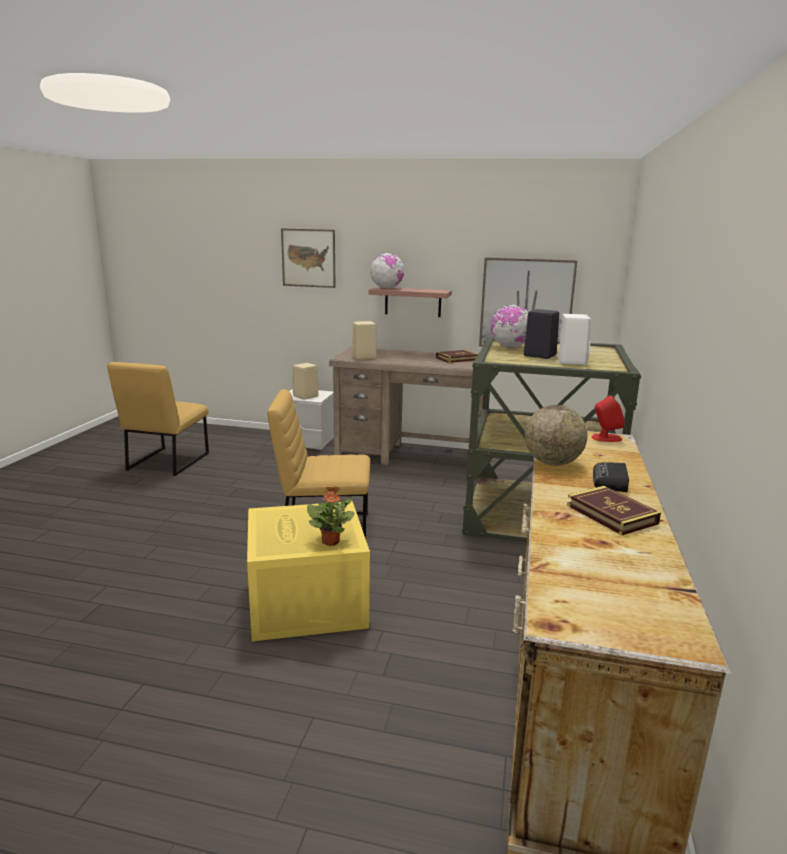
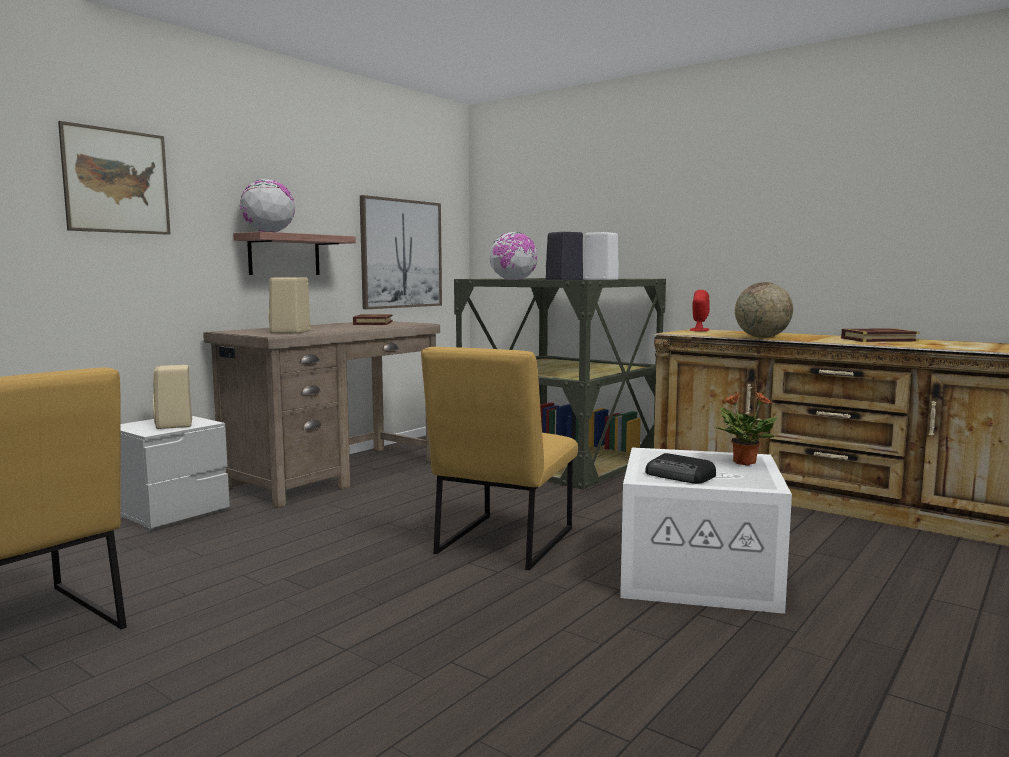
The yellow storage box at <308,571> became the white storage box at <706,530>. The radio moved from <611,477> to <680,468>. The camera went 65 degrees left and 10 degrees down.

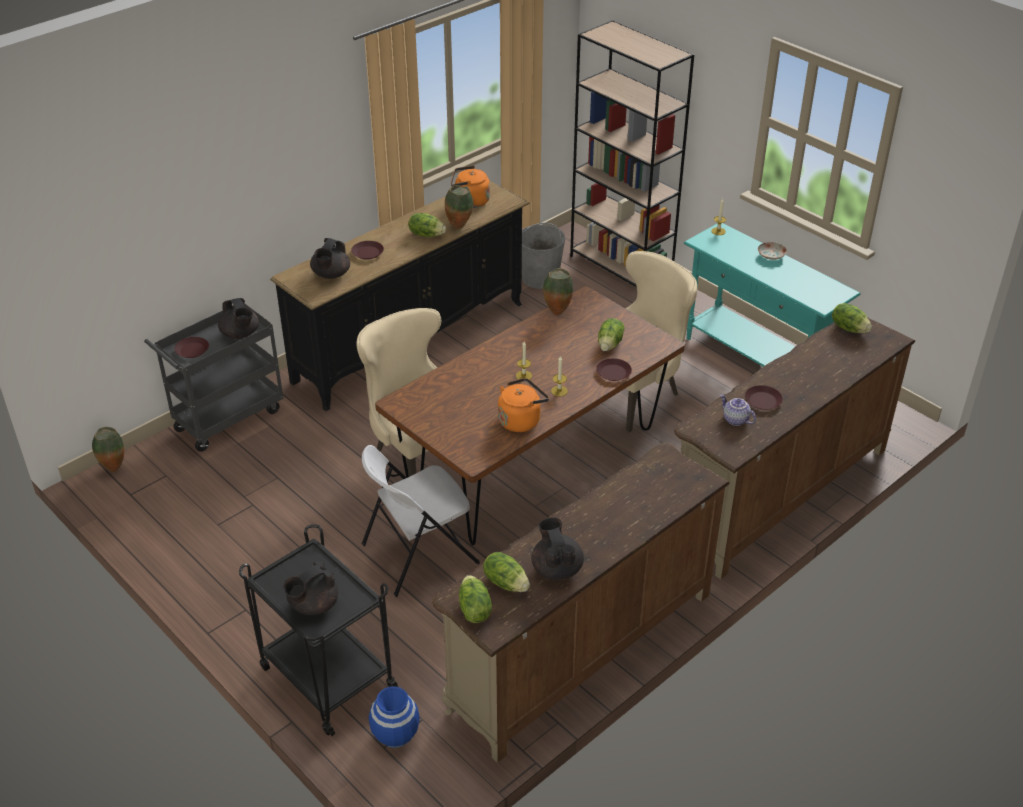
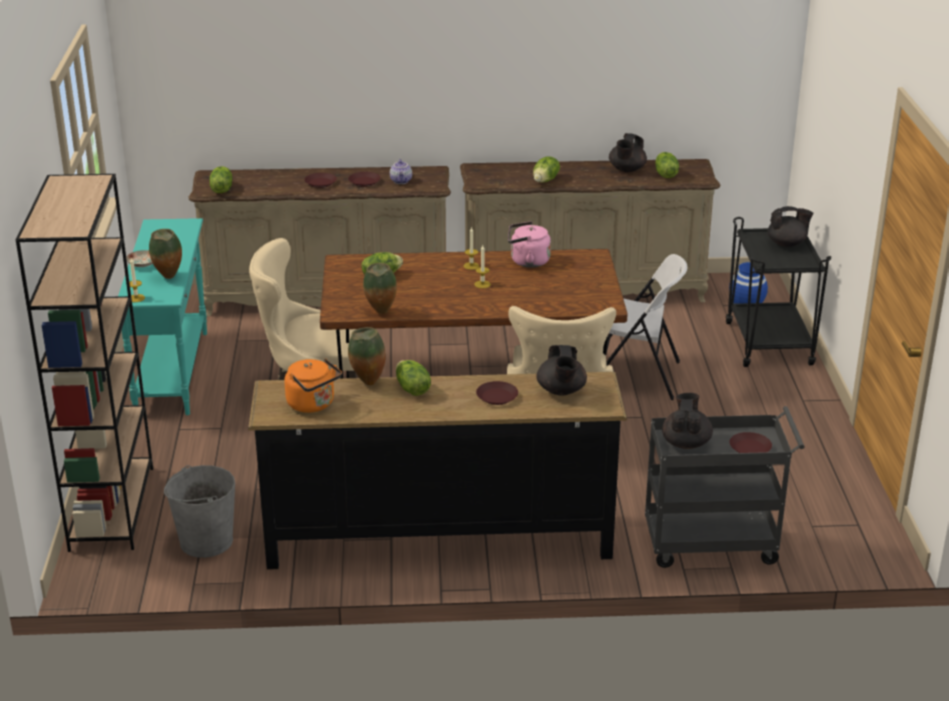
The vase moved from <108,449> to <165,254>. The brown plate moved from <614,369> to <320,180>. The orange kettle at <523,405> became the pink kettle at <529,244>. The lettuce moved from <475,599> to <546,169>. The black teapot at <330,258> turned 120 degrees clockwise. The camera went 140 degrees left and 10 degrees down.

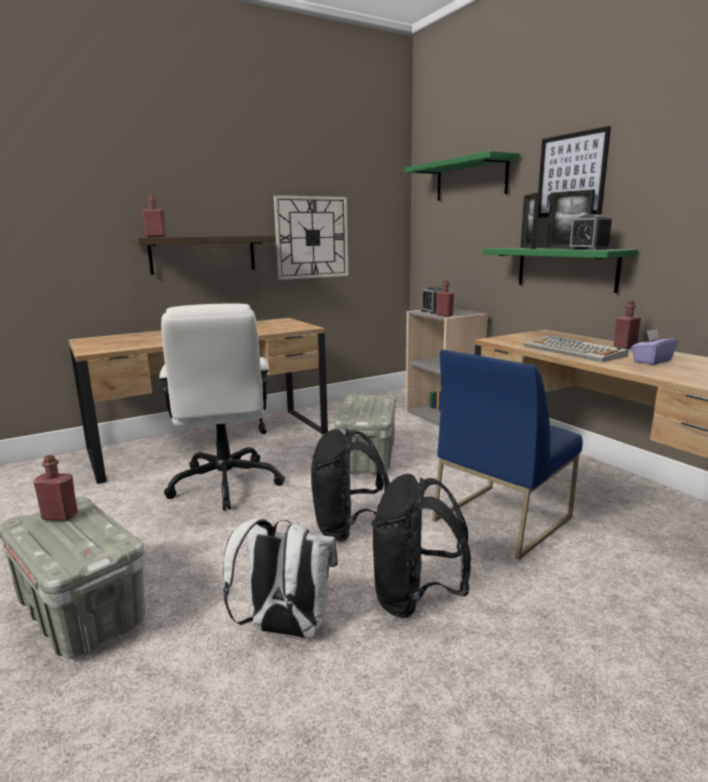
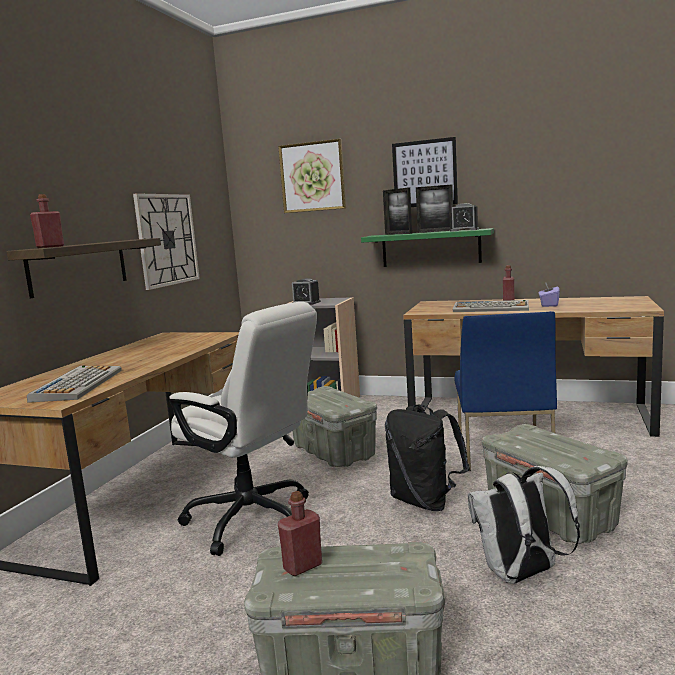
The keyboard at <74,384> appeared. The green shelf at <462,176> was replaced by the picture at <312,176>. The black backpack at <421,546> was replaced by the grey storage box at <555,484>. The red bottle at <445,298> disappeared. The camera went 40 degrees left and 5 degrees down.

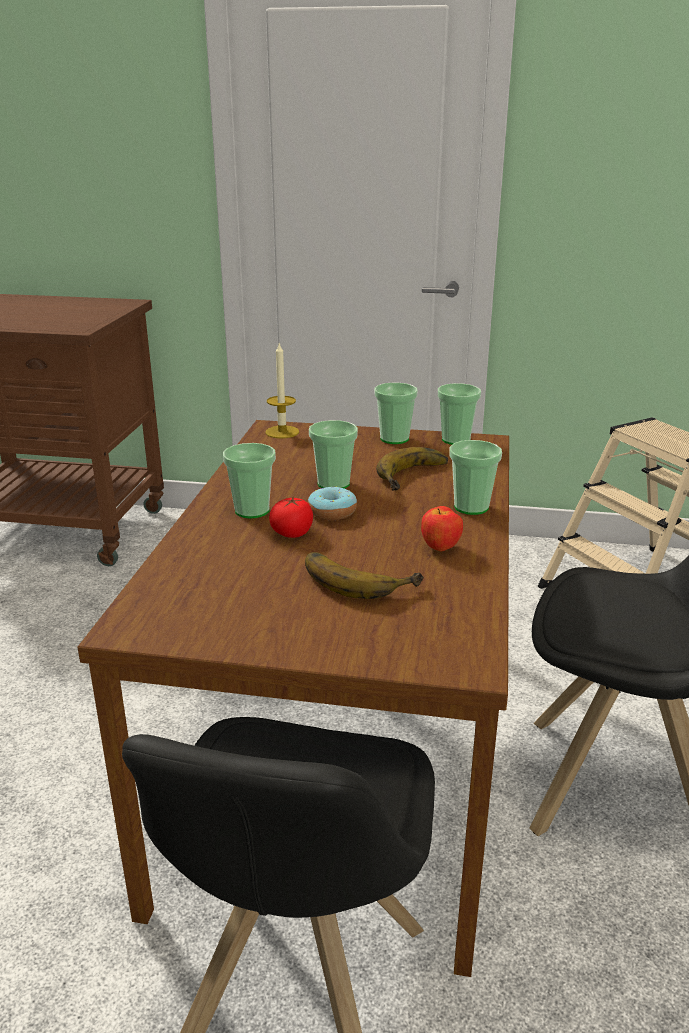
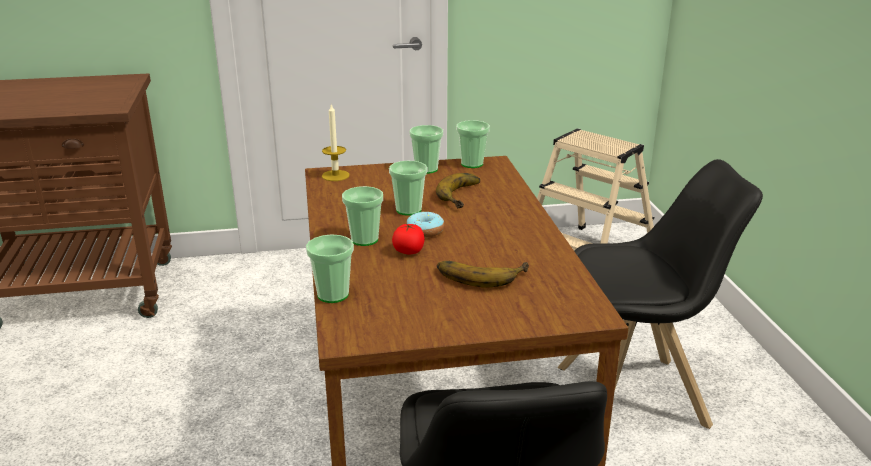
The cup moved from <475,477> to <330,268>. The apple at <442,528> disappeared. The camera went 20 degrees left and 0 degrees up.

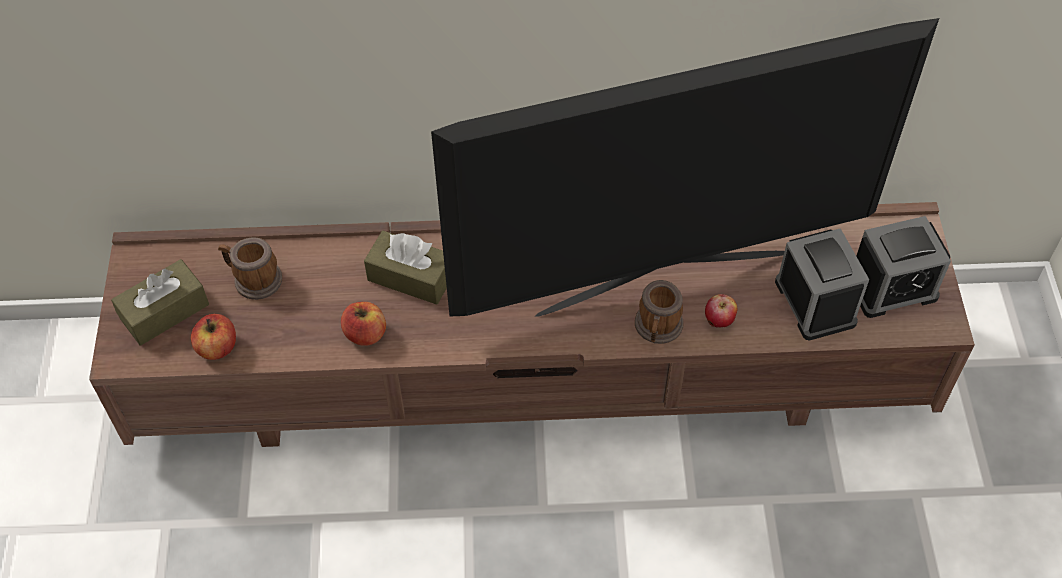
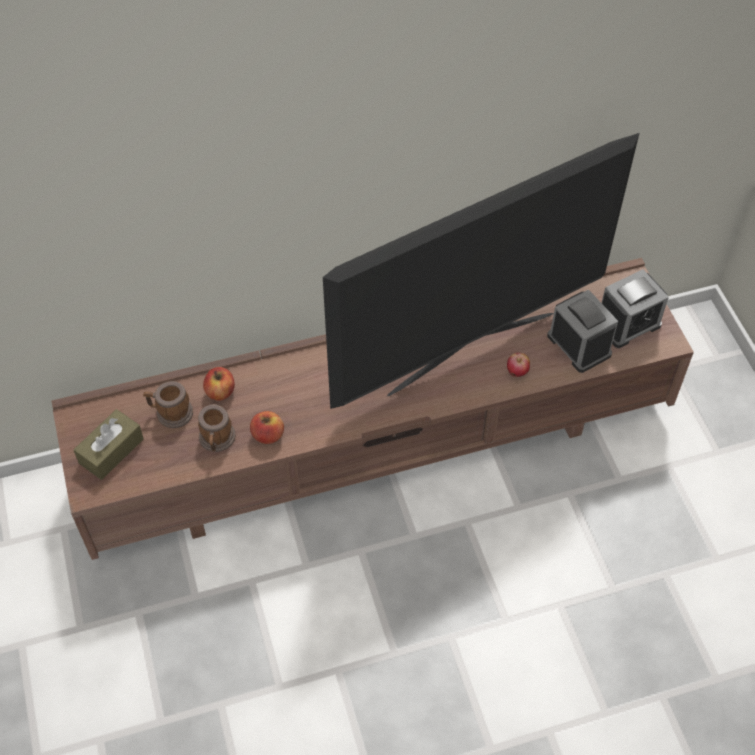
The mug moved from <659,312> to <217,428>. The apple moved from <213,337> to <219,384>. The brown tissue box at <405,268> disappeared. The camera went 15 degrees left and 0 degrees up.

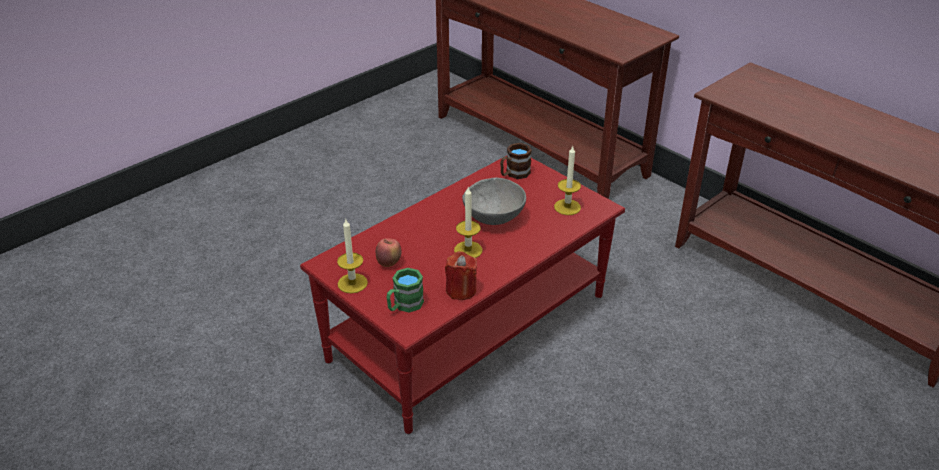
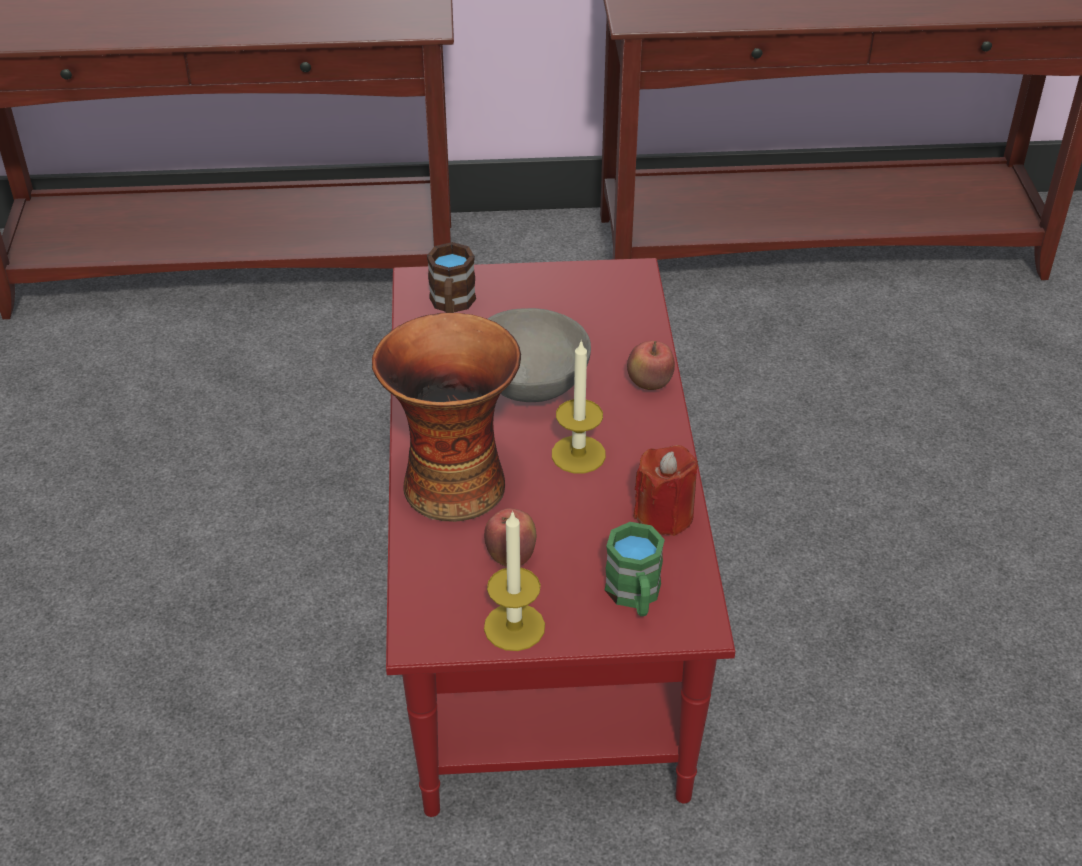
The vase at <446,417> appeared. The apple at <651,365> appeared. The candle at <567,180> disappeared. The camera went 50 degrees left and 5 degrees up.

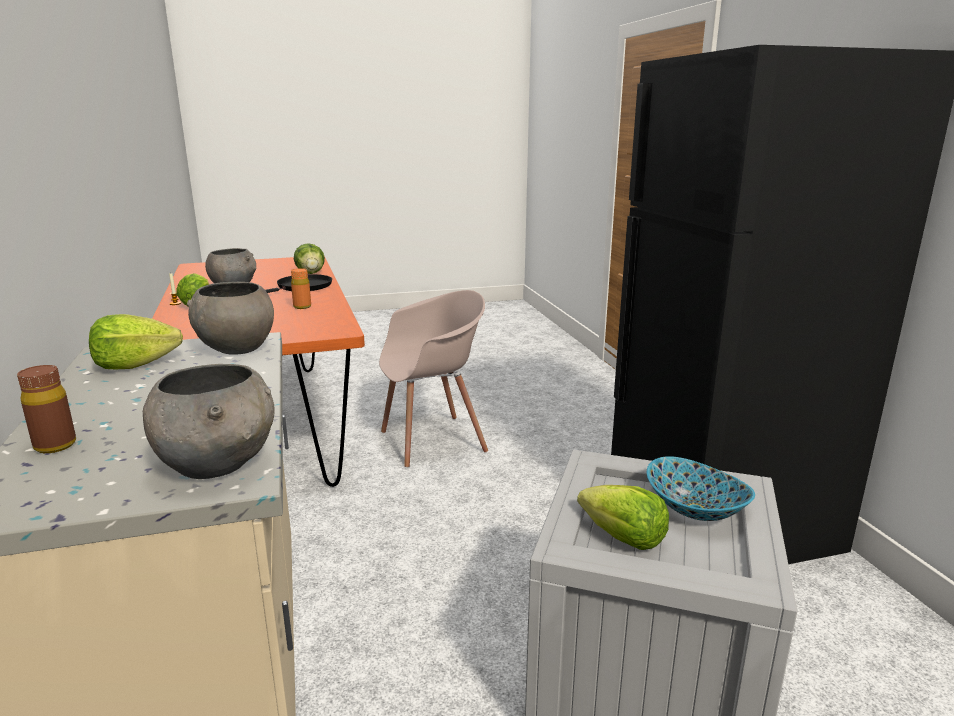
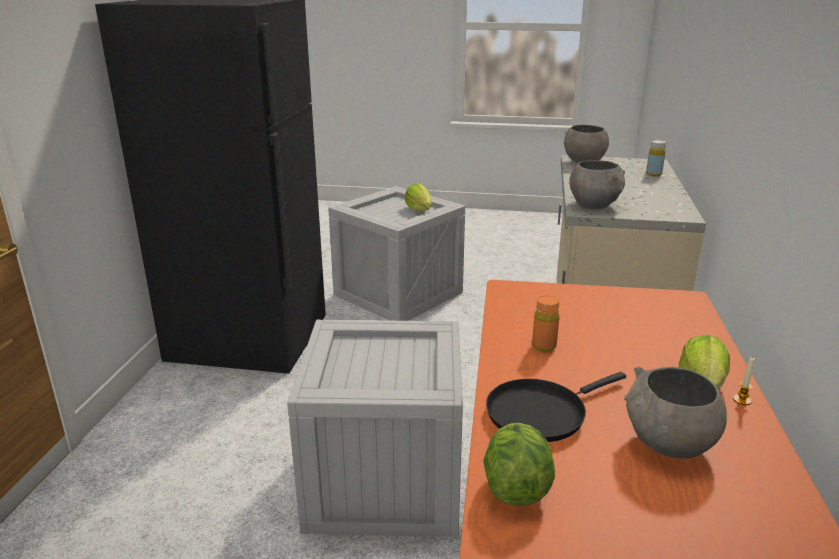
The beige chair at <433,378> was replaced by the crate at <375,428>. The brown bottle at <46,409> became the yellow bottle at <656,158>. The lettuce at <136,341> disappeared. The bowl at <701,488> disappeared. The camera went 155 degrees left and 5 degrees up.

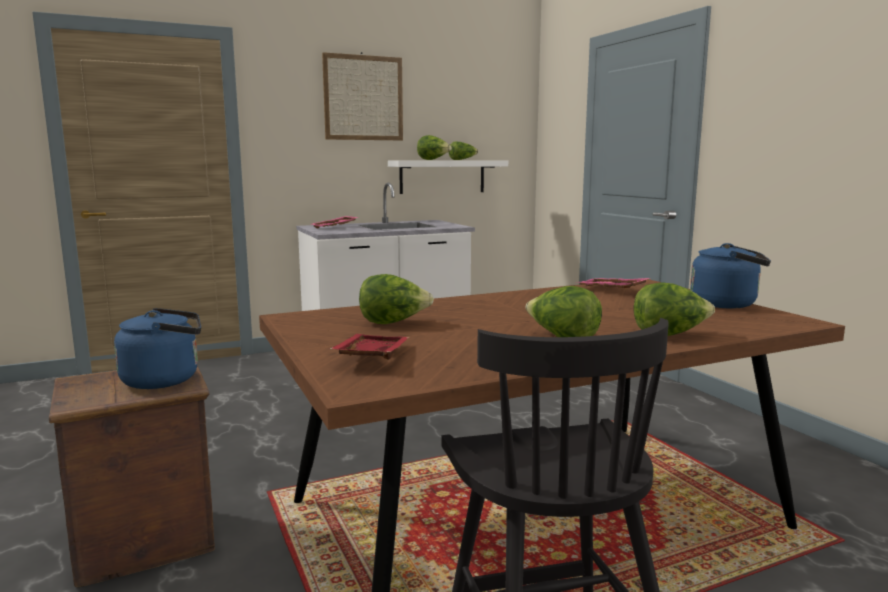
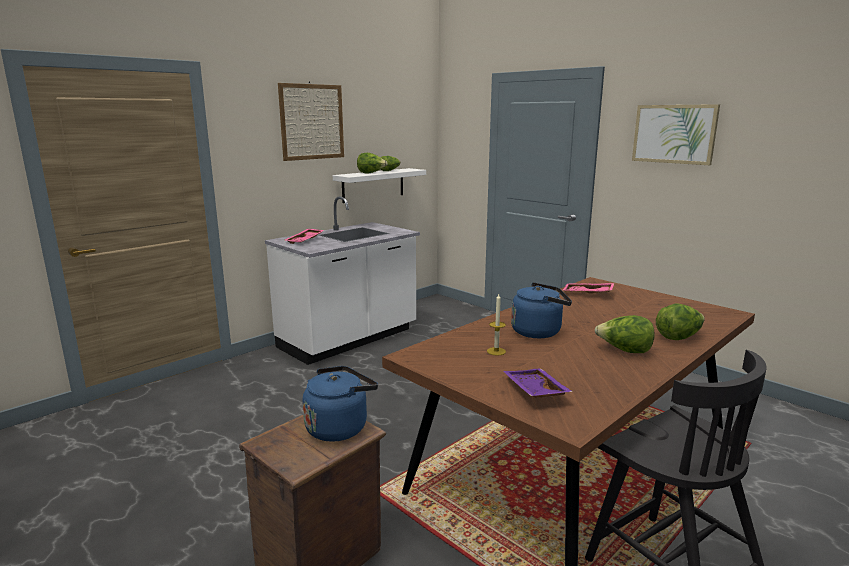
The lettuce at <396,299> was replaced by the candle at <496,325>. The red tray at <369,347> became the purple tray at <538,383>. The blue kettle moved from <730,276> to <541,310>. The picture at <676,134> appeared. The camera went 20 degrees left and 5 degrees up.

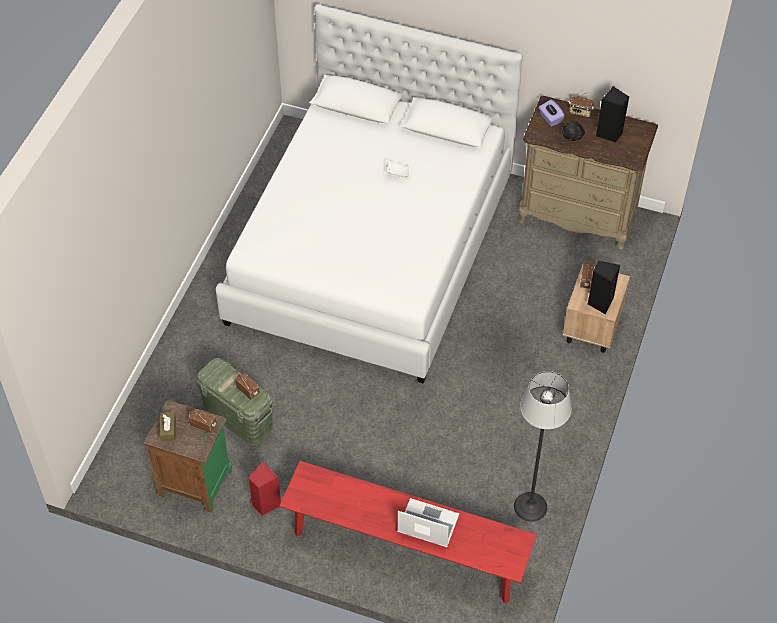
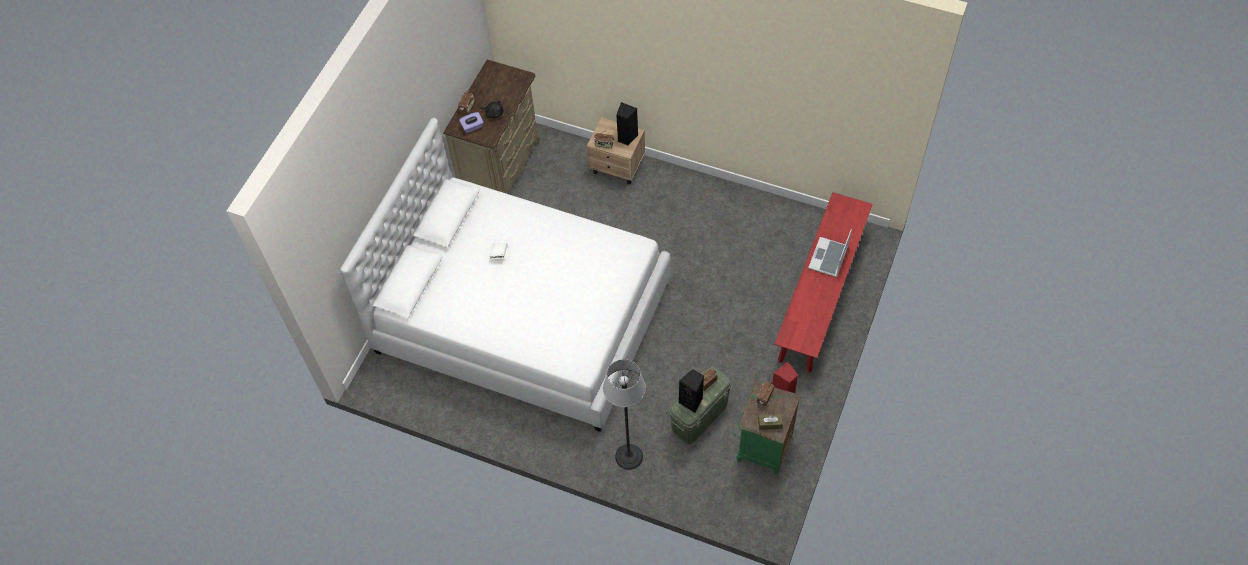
The floor lamp moved from <542,446> to <624,414>. The black speaker moved from <612,115> to <691,391>. The camera went 85 degrees left and 5 degrees up.

